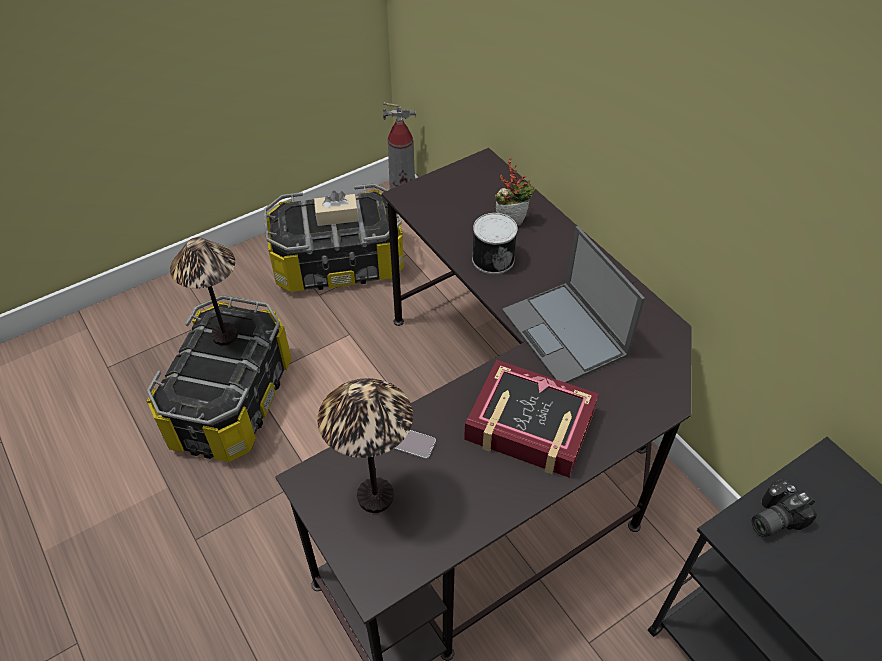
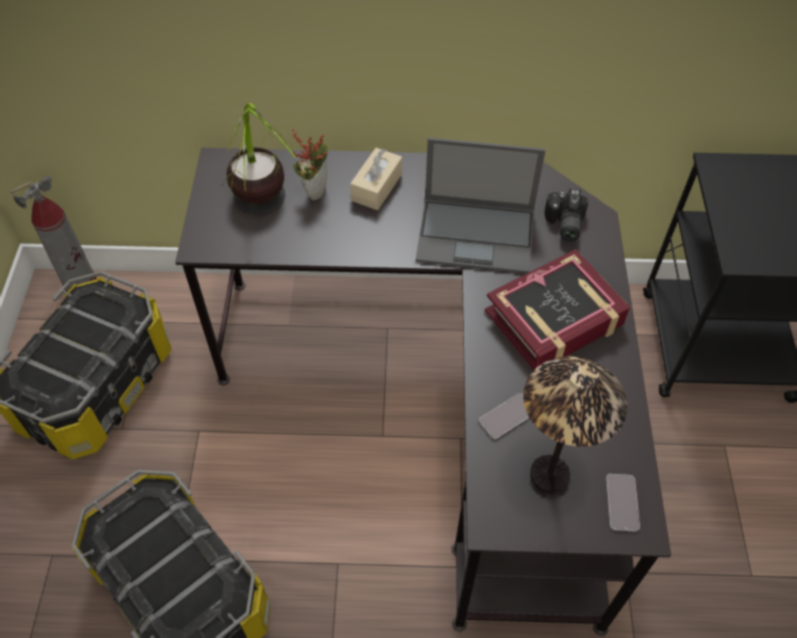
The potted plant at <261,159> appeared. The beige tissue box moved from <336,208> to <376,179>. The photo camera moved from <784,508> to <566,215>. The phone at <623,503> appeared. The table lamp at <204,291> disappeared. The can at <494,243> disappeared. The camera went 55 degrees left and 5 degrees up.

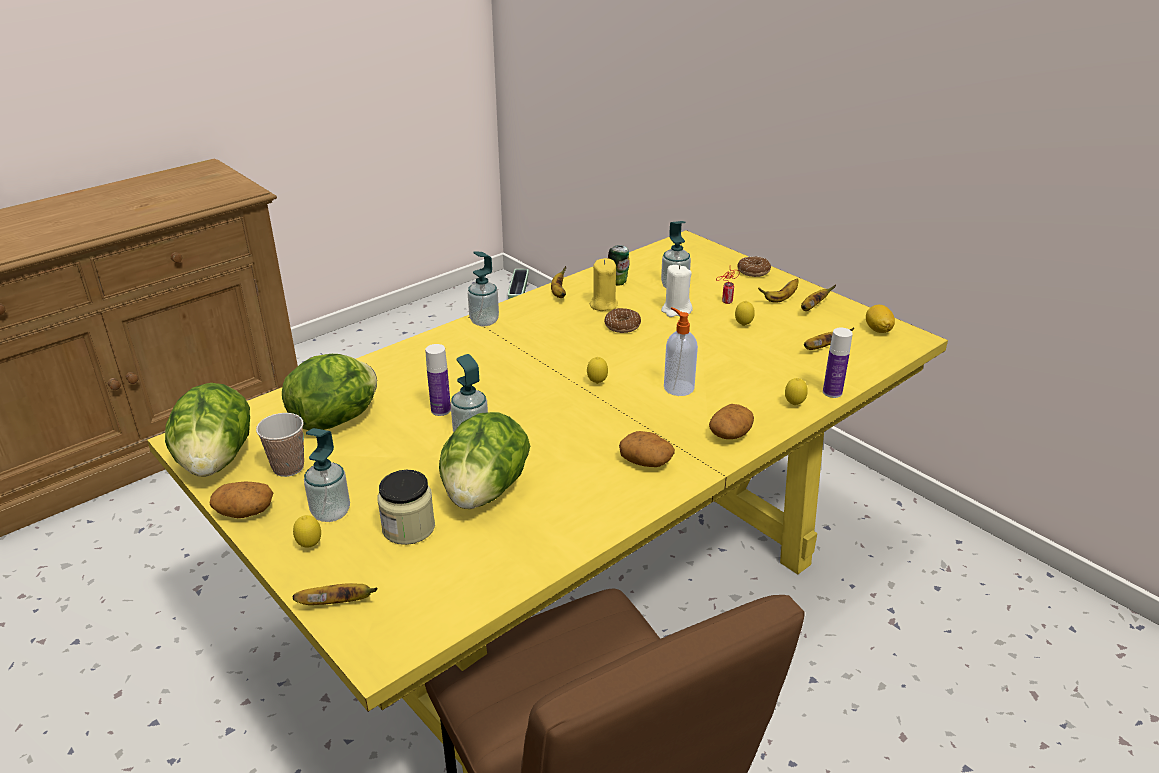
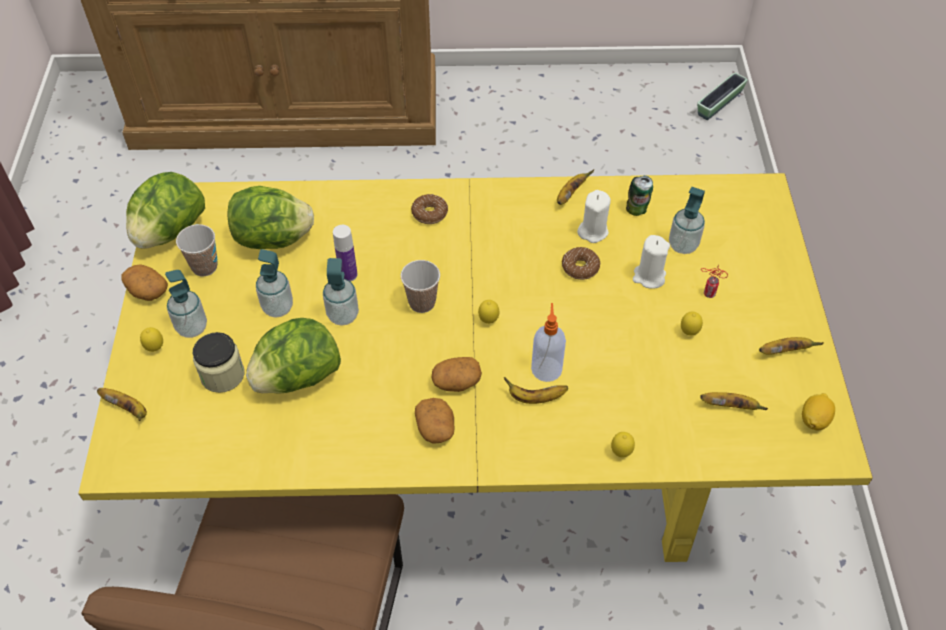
The soap dispenser moved from <483,289> to <274,283>. The cup at <420,286> appeared. The donut moved from <754,266> to <429,209>. The potato moved from <731,421> to <456,374>. The banana moved from <778,291> to <536,390>. The yellow candle at <604,284> became the white candle at <594,216>. The bottle at <838,363> disappeared. The camera went 40 degrees right and 20 degrees up.

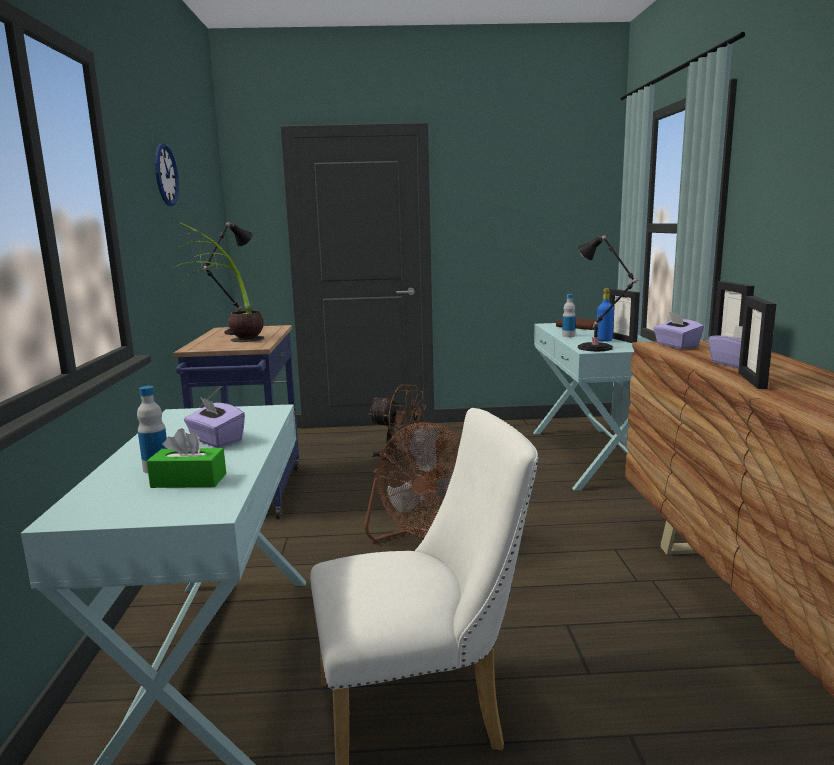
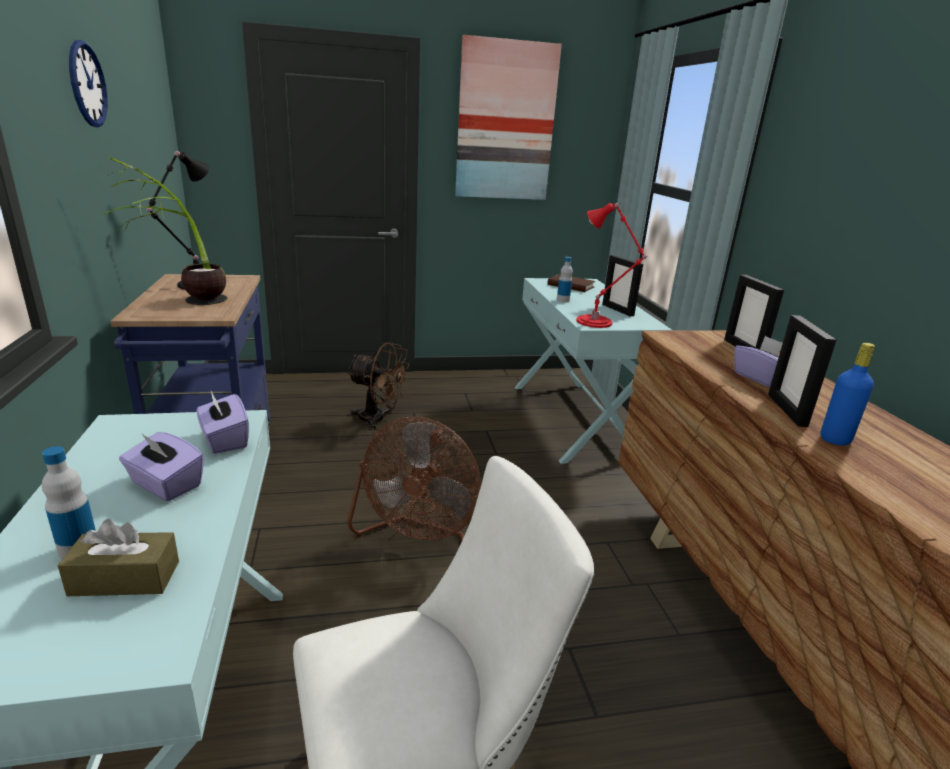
The green tissue box at <186,458> became the brown tissue box at <118,557>. The purple tissue box moved from <678,330> to <222,422>. The picture at <508,117> appeared. The black table lamp at <608,293> became the red table lamp at <612,265>. The blue bottle moved from <605,315> to <847,394>. The camera went 10 degrees left and 10 degrees up.

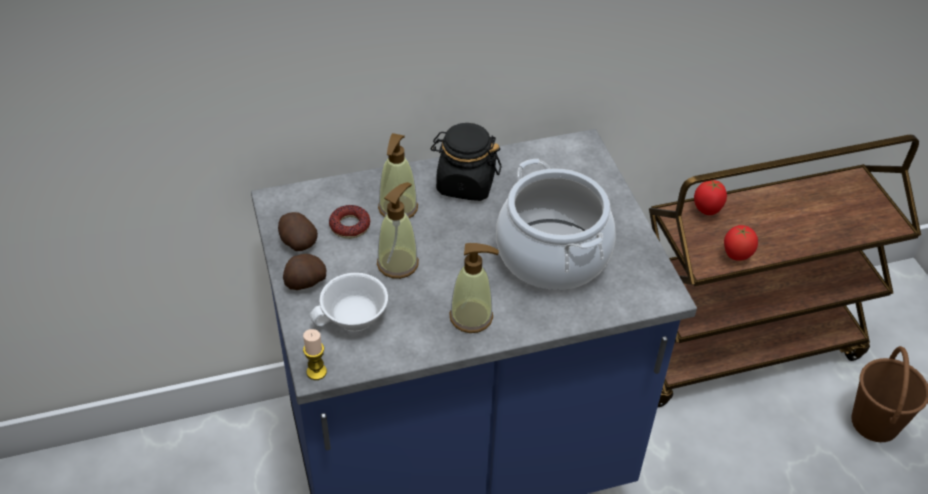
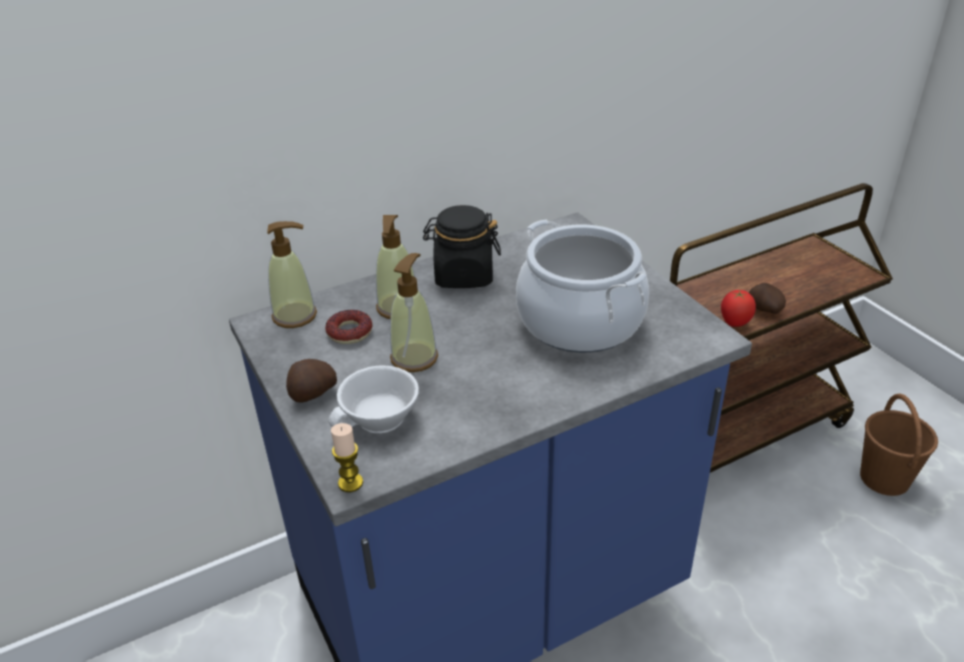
The soap dispenser moved from <474,288> to <292,274>. The potato moved from <298,231> to <767,298>. The tomato at <710,197> disappeared. The camera went 10 degrees left and 10 degrees down.

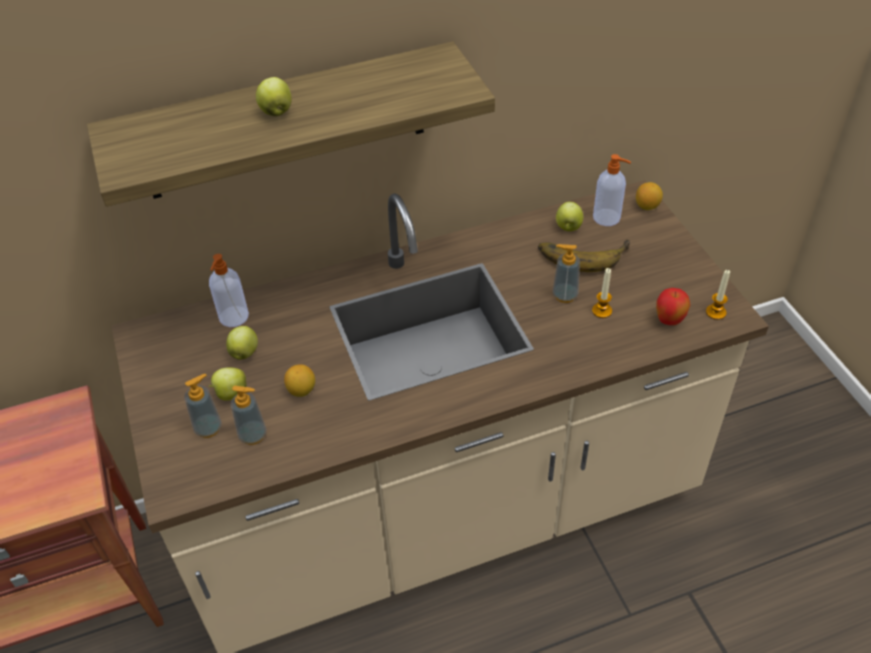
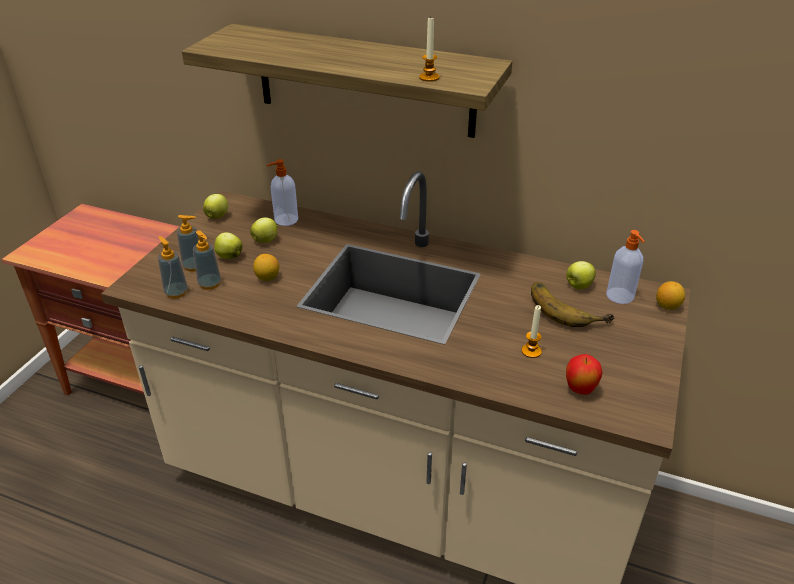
The soap dispenser moved from <566,273> to <173,267>. The apple moved from <274,96> to <215,206>. The candle moved from <718,295> to <429,50>. The camera went 40 degrees right and 10 degrees down.

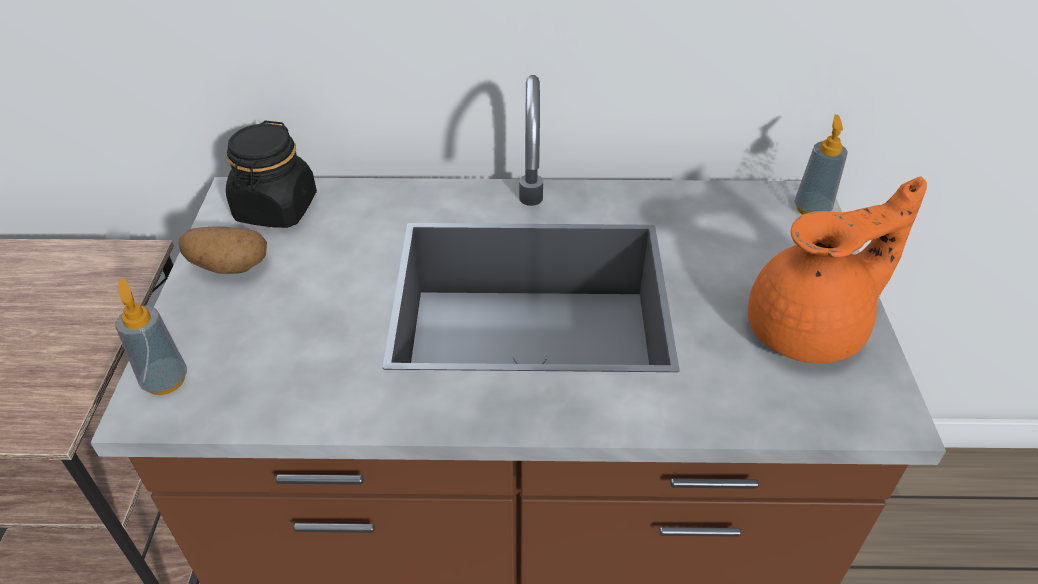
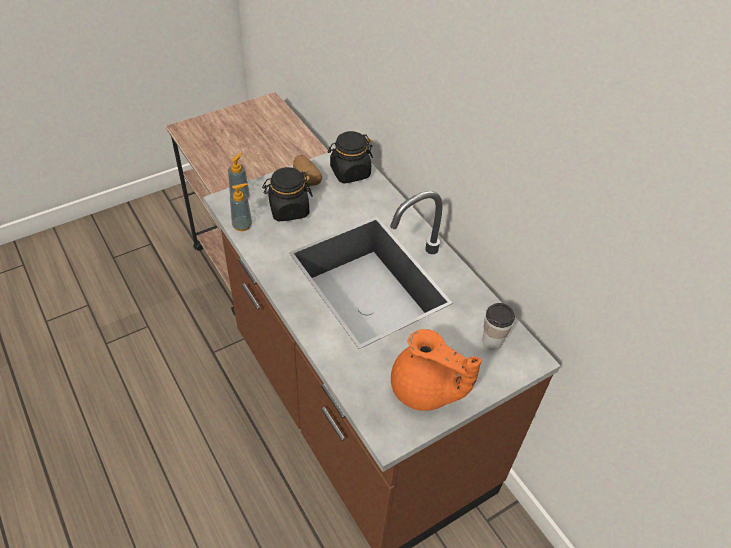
The soap dispenser moved from <821,165> to <241,207>. The black jar at <287,194> appeared. The cup at <498,326> appeared. The camera went 55 degrees right and 5 degrees up.

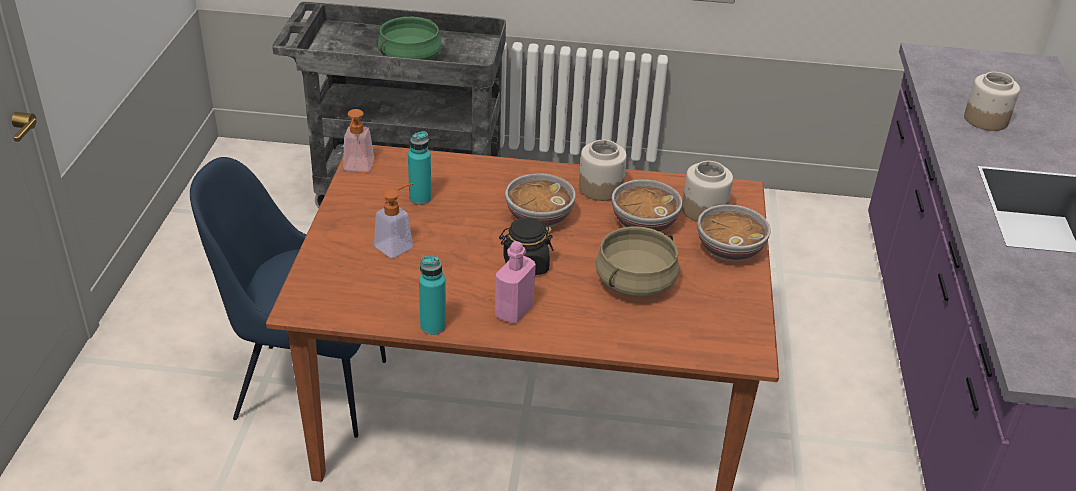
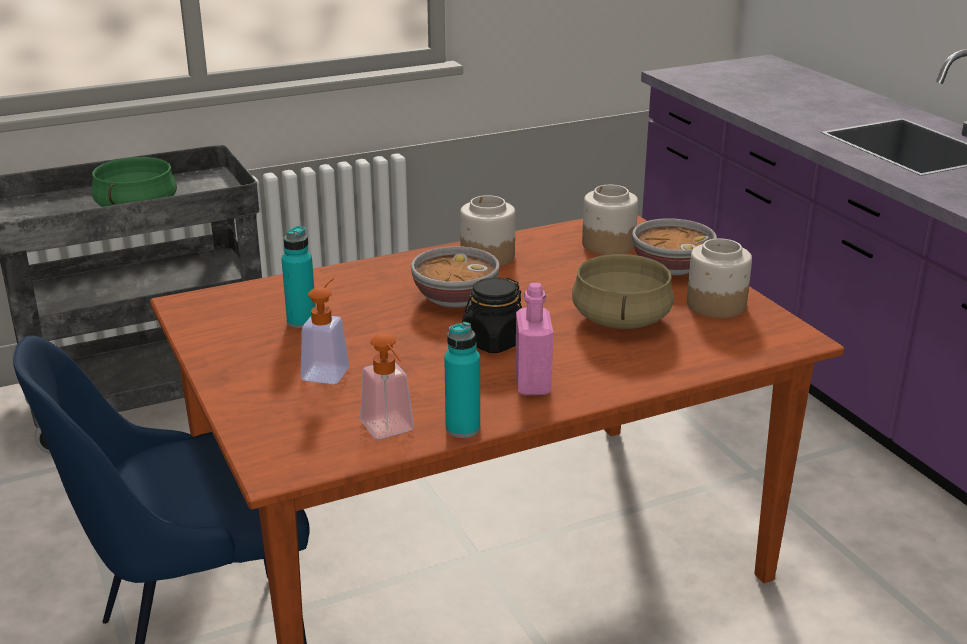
The soap dispenser moved from <358,140> to <387,386>. The jar moved from <992,101> to <719,278>. The bowl at <647,205> disappeared. The camera went 30 degrees left and 10 degrees down.

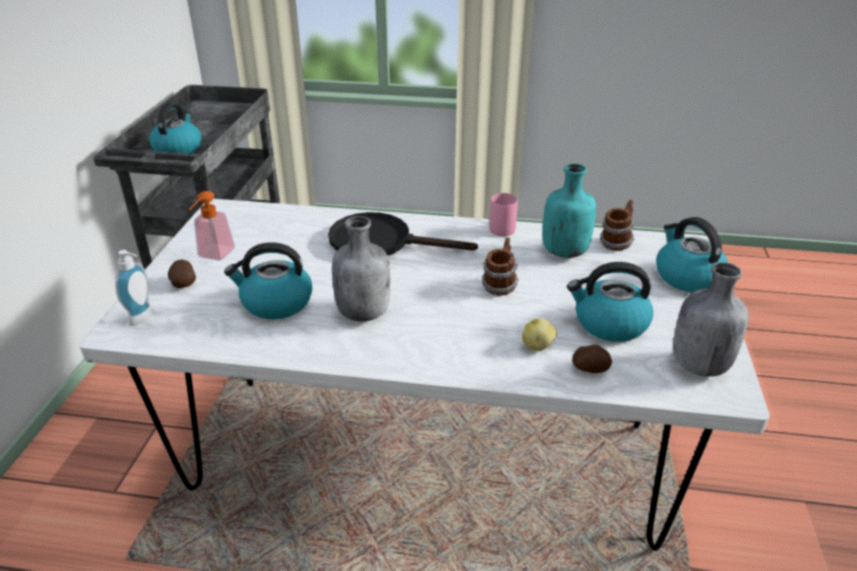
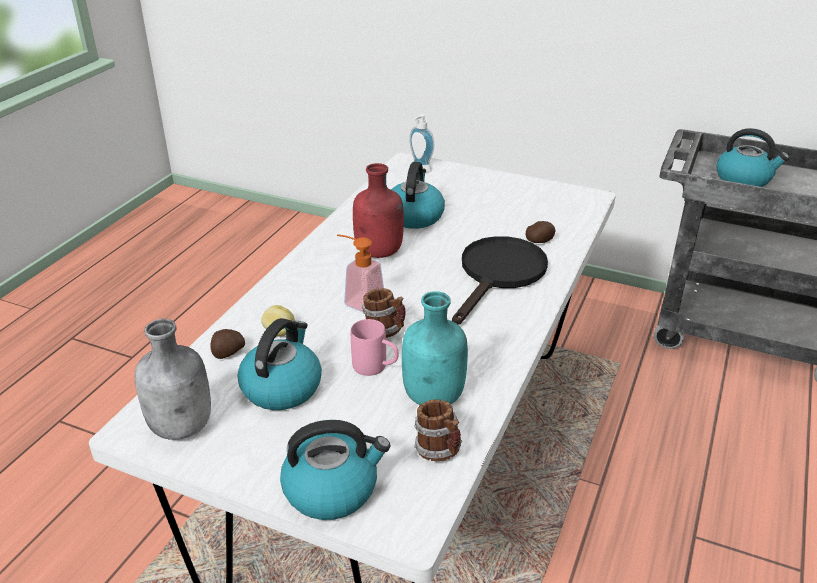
The soap dispenser moved from <212,226> to <360,273>. The pink mug moved from <503,214> to <375,347>. The grey bottle at <361,268> became the red bottle at <378,210>. The potato moved from <182,274> to <540,232>. The camera went 105 degrees right and 0 degrees up.

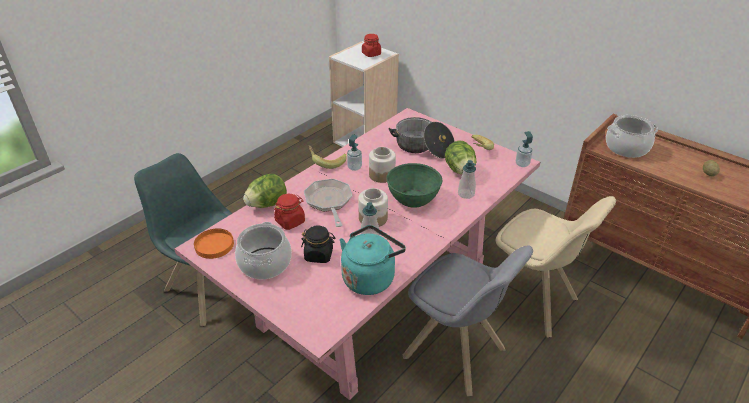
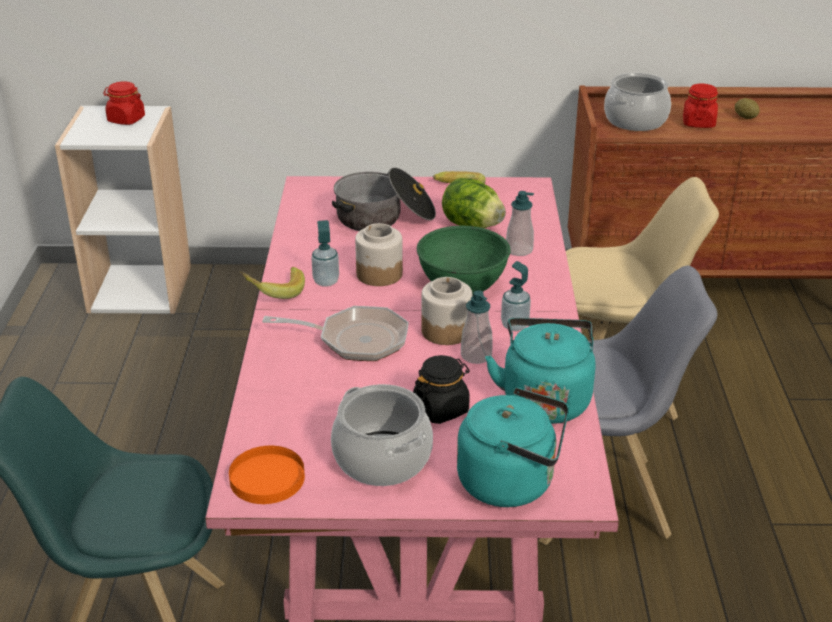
The frying pan at <328,203> turned 150 degrees clockwise. The turquoise kettle at <513,447> appeared. The soap dispenser moved from <524,149> to <516,296>. The red jar moved from <289,212> to <700,106>. The lettuce at <265,191> disappeared. The camera went 40 degrees left and 5 degrees down.

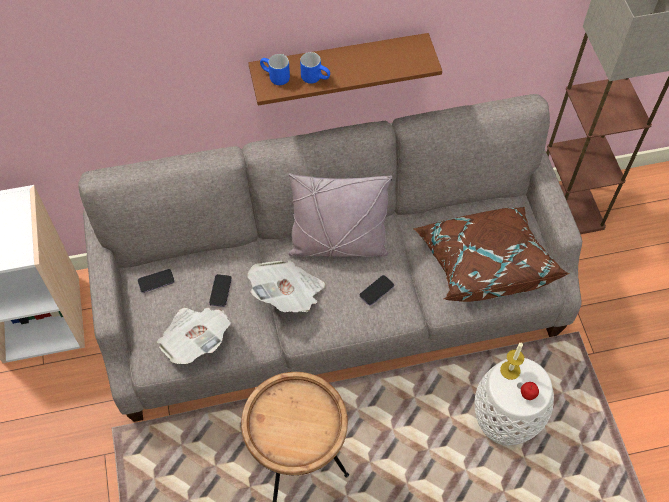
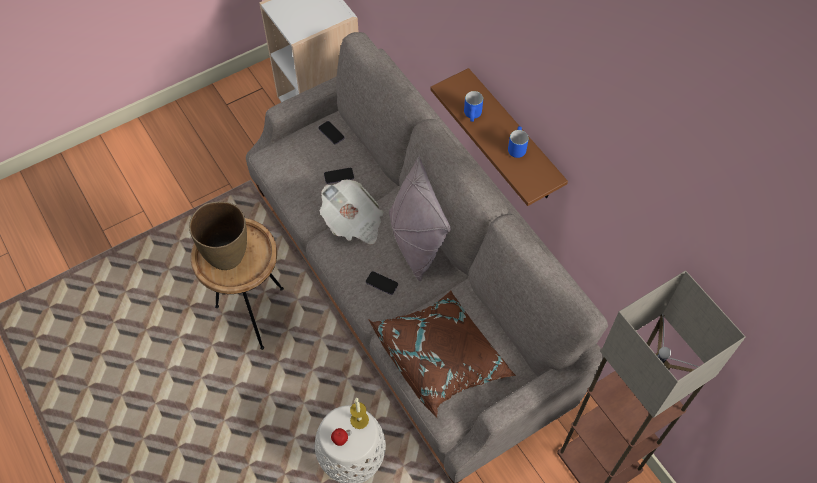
The brown vase at <218,236> appeared. The blue mug moved from <275,69> to <518,142>. The newspaper at <193,336> disappeared. The camera went 70 degrees right and 0 degrees up.

